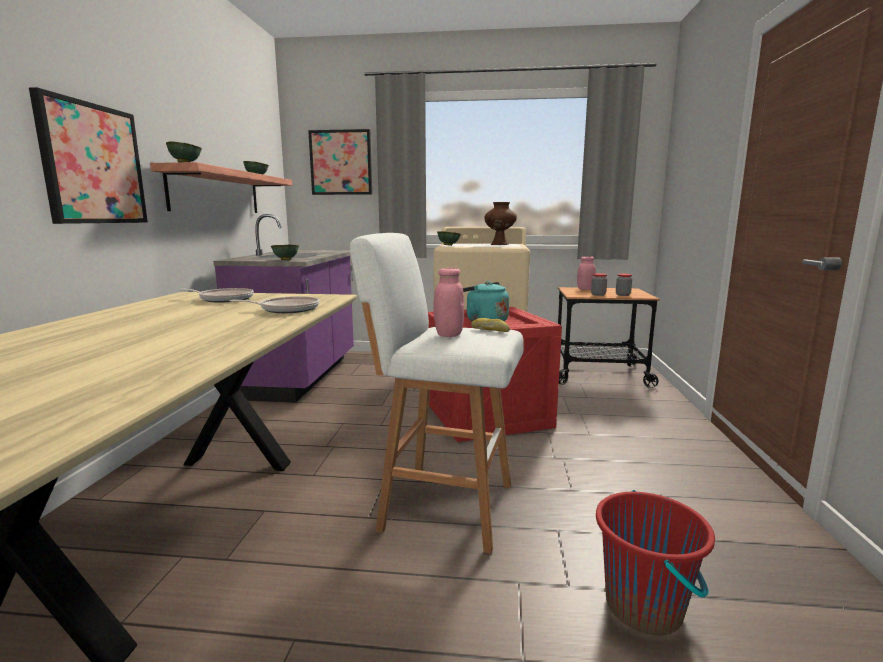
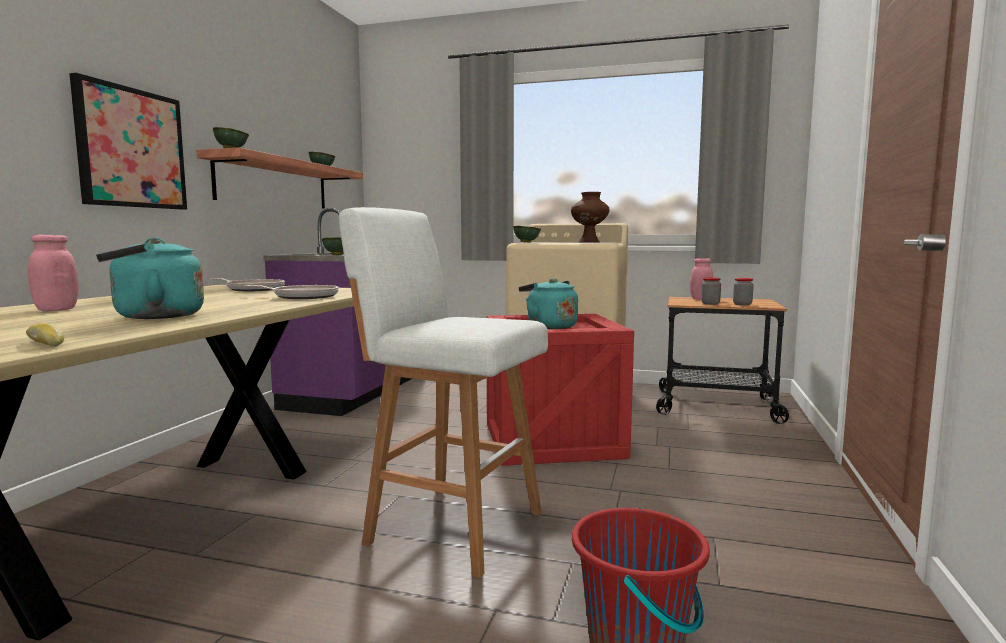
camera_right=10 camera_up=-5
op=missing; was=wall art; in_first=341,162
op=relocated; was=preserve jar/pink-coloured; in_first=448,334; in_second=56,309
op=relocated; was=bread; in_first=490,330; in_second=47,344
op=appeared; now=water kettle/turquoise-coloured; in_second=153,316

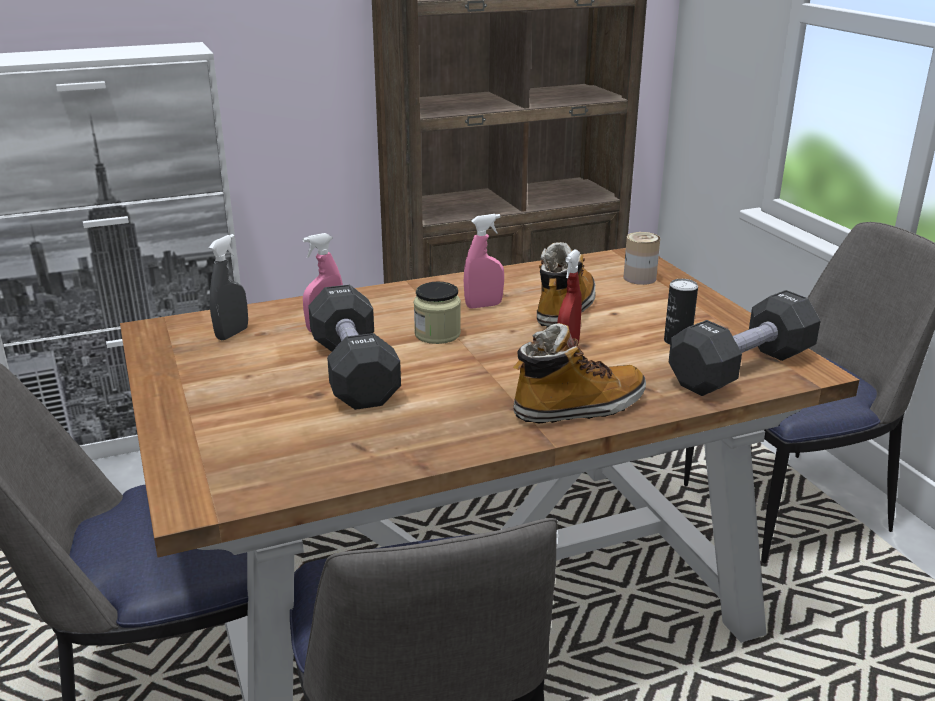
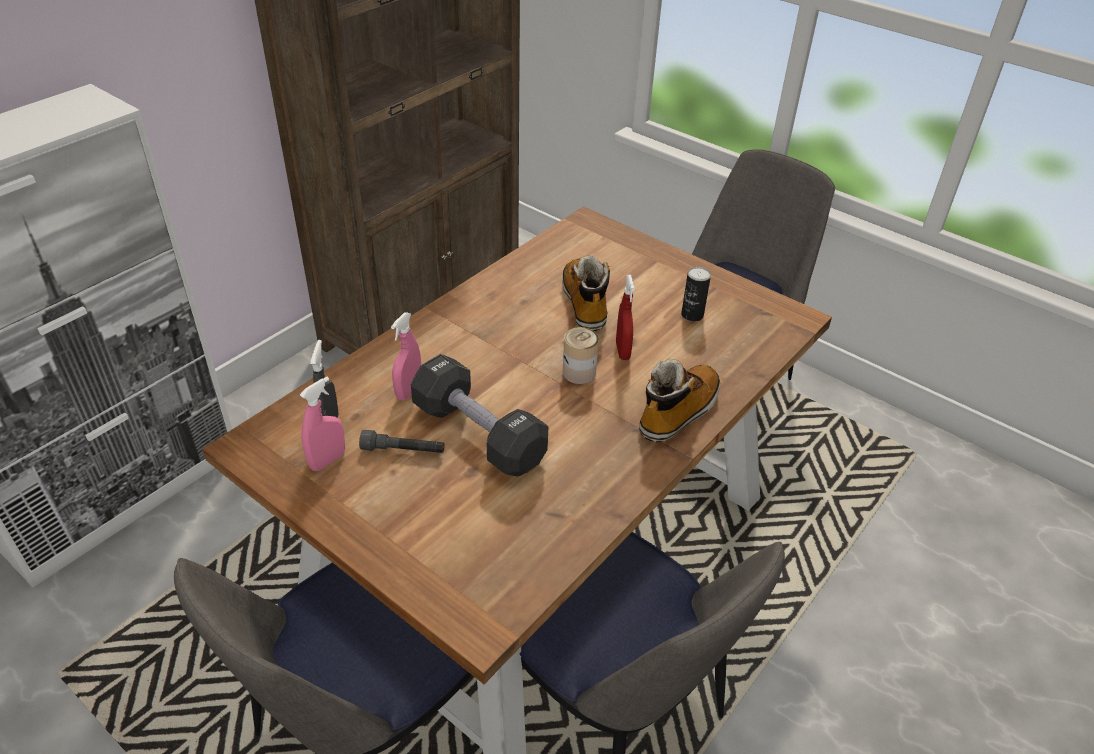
camera_right=-30 camera_up=15
op=relocated; was=spray bottle/pink-coloured; in_first=483,305; in_second=327,460
op=relocated; was=can; in_first=639,278; in_second=579,372
op=missing; was=preserve jar; in_first=437,334
op=missing; was=free weight/black-coloured; in_first=741,369
op=appeared; now=torch/greyish; in_second=403,450

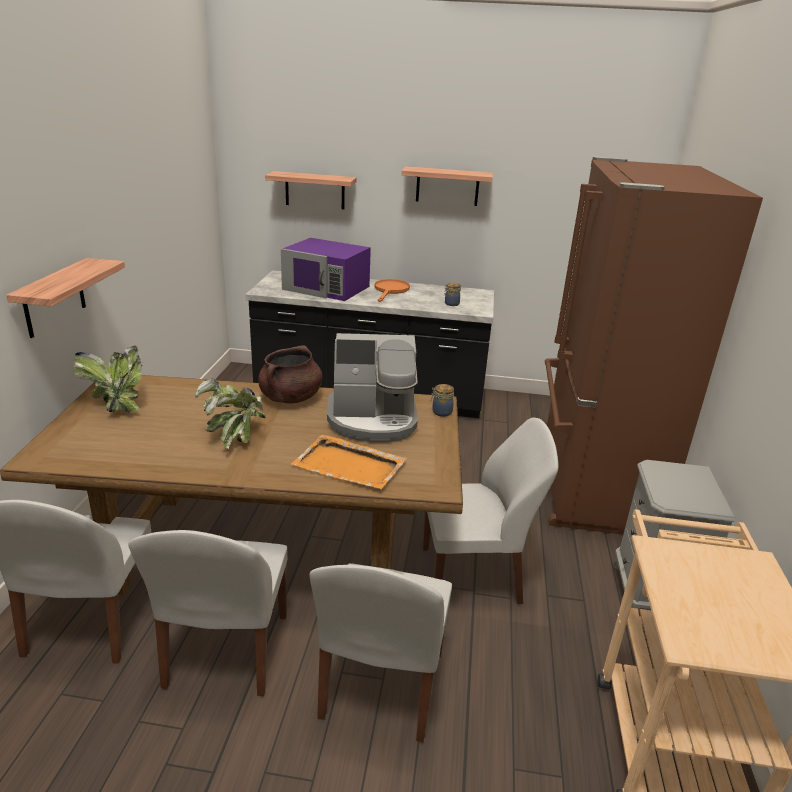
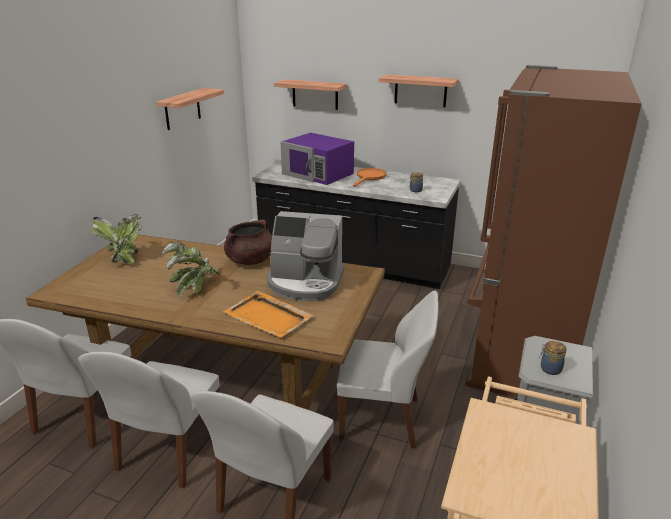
camera_right=15 camera_up=0
op=relocated; was=bracket shelf; in_first=54,298; in_second=182,109
op=relocated; was=preserve jar; in_first=441,412; in_second=549,369

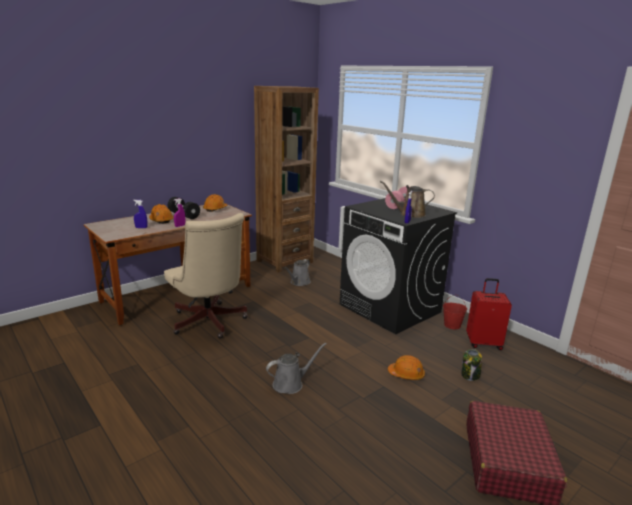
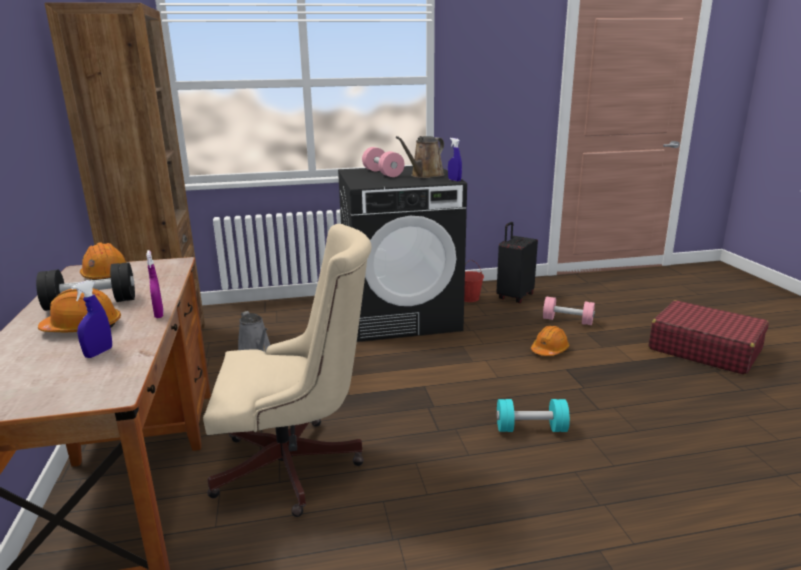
camera_right=-60 camera_up=0
op=colour; was=piece of luggage/red; now=piece of luggage/black-coloured; in_first=483,343; in_second=514,296
op=exchanged; was=watering can/greyish; now=free weight/turquoise-coloured; in_first=291,384; in_second=531,429
op=exchanged; was=preserve jar; now=free weight/pink-coloured; in_first=470,375; in_second=567,321

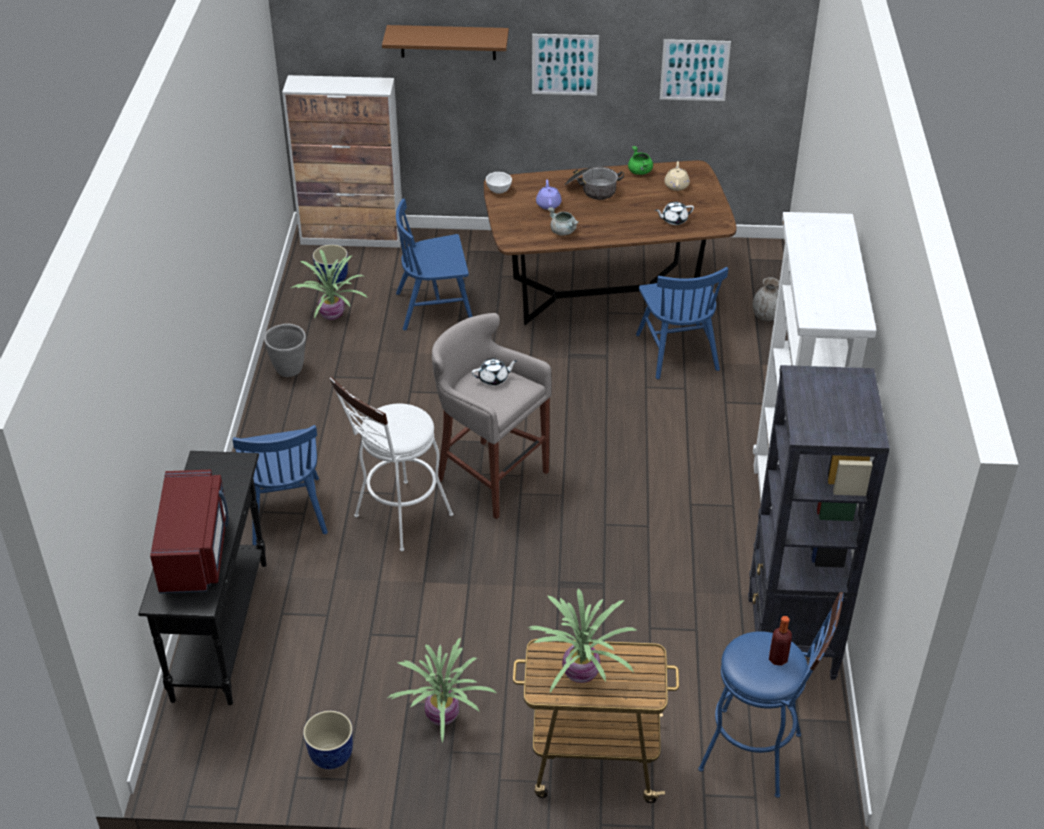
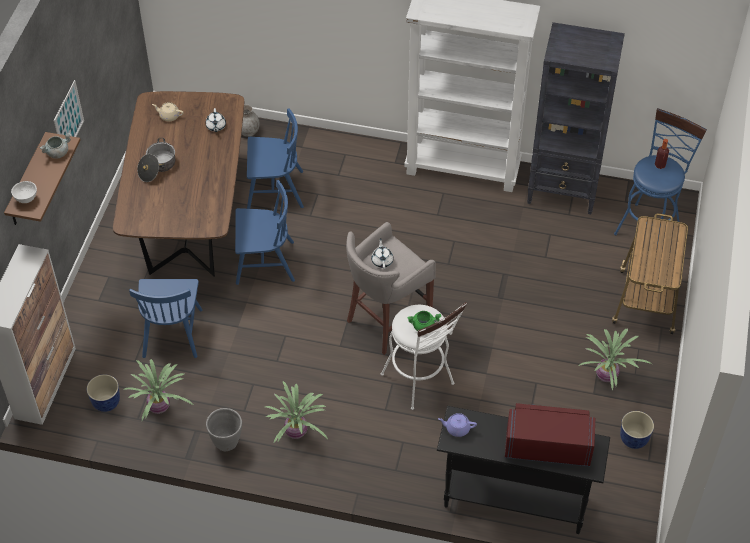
camera_right=-80 camera_up=10
op=missing; was=wall art; in_first=694,70
op=relocated; was=stockpot/green-coloured; in_first=640,172; in_second=423,326
op=relocated; was=bowl/white-coloured; in_first=498,190; in_second=26,199
op=relocated; was=pot for tea/purple; in_first=548,204; in_second=457,428
op=relocated; was=stockpot/greyish; in_first=563,232; in_second=57,152
op=relocated; was=plain chair/bluish; in_first=285,510; in_second=264,262
op=relocated; was=potted plant; in_first=579,674; in_second=296,433

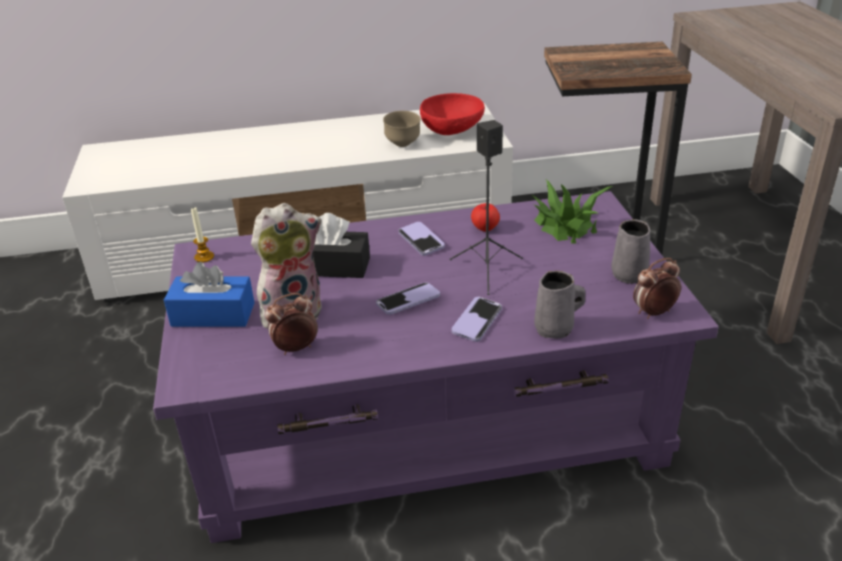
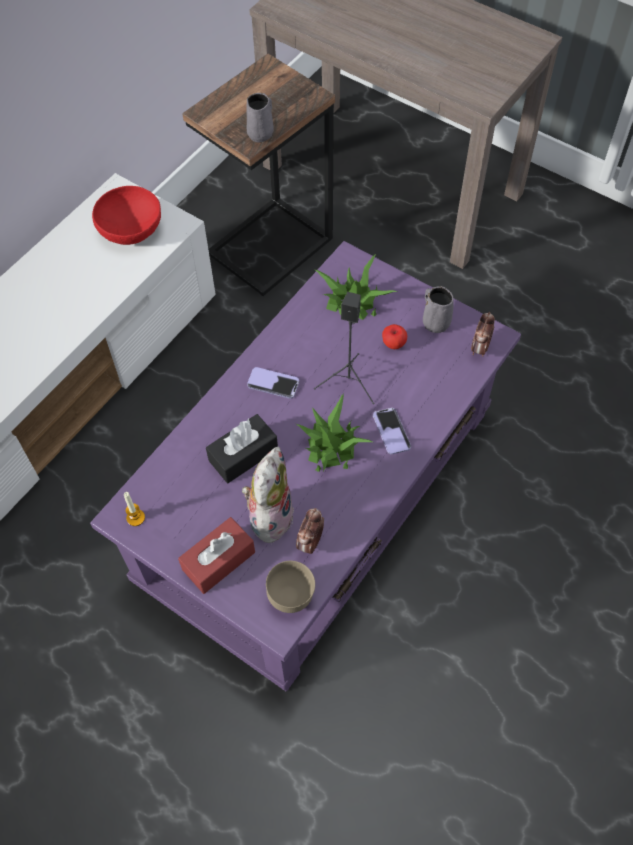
camera_right=-45 camera_up=25
op=relocated; was=bowl/brownish; in_first=403,145; in_second=291,597
op=relocated; was=whole apple; in_first=485,228; in_second=393,343
op=colour; was=box of tissues/bluish; now=box of tissues/red; in_first=213,314; in_second=218,561
op=relocated; was=mug/greyish; in_first=556,329; in_second=261,133
op=exchanged; was=phone; now=potted plant; in_first=408,300; in_second=330,447

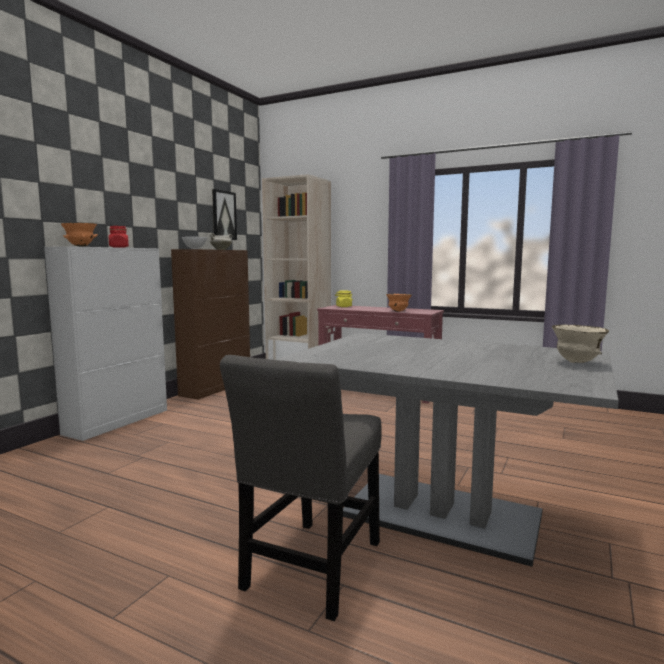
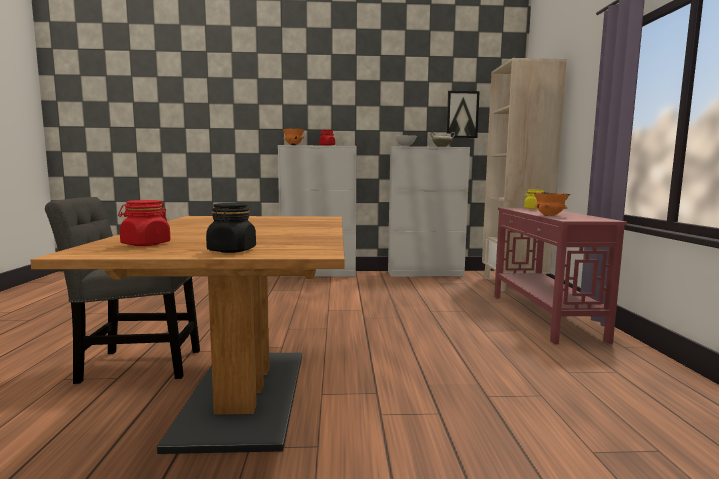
camera_right=60 camera_up=0
op=colour; was=cupboard/brownish; now=cupboard/white-coloured; in_first=217,387; in_second=425,273
op=exchanged; was=bowl/beige; now=preserve jar/black-coloured; in_first=576,362; in_second=232,250
op=colour; was=kitchen table/greyish; now=kitchen table/brownish; in_first=441,515; in_second=244,395
op=appeared; now=preserve jar/red; in_second=145,244

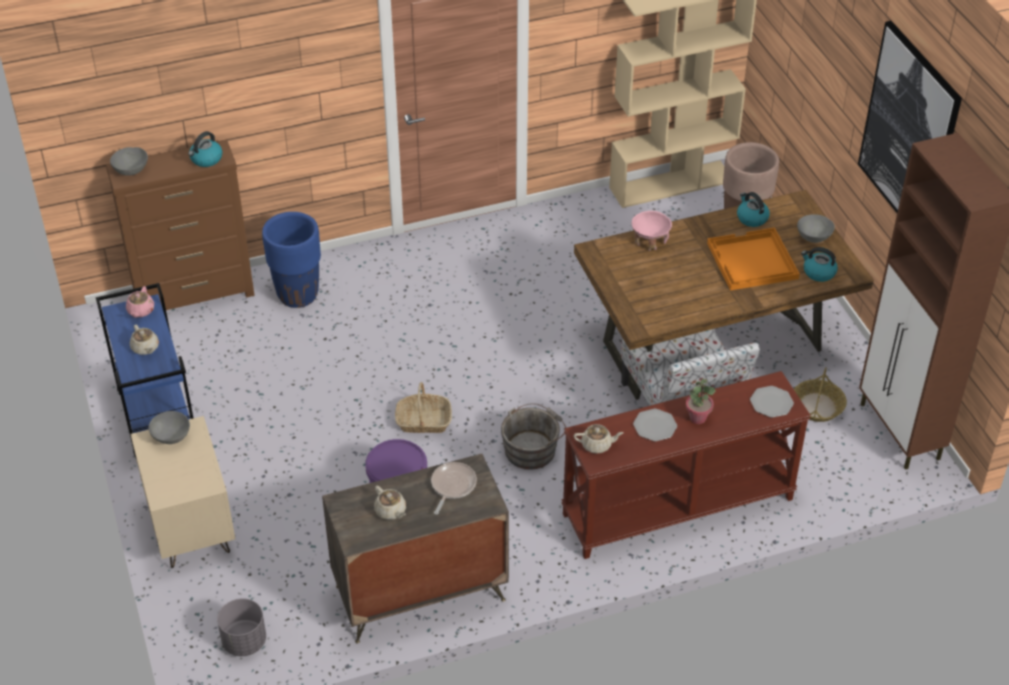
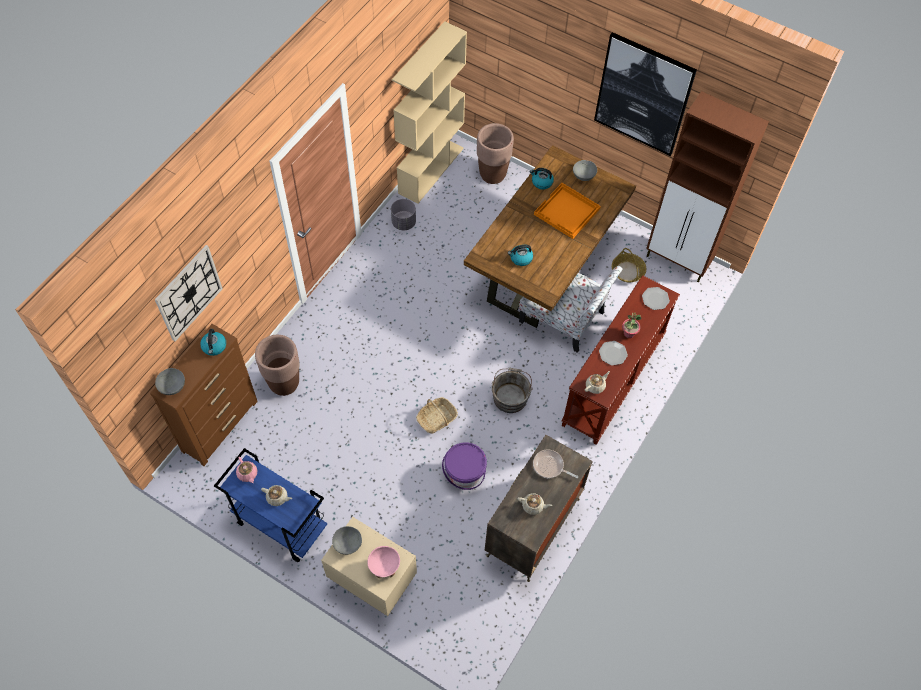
camera_right=-40 camera_up=15
op=relocated; was=bowl/pink-coloured; in_first=650,240; in_second=384,567
op=colour; was=plant pot/bluish; now=plant pot/brownish; in_first=298,295; in_second=284,383
op=relocated; was=water kettle; in_first=818,272; in_second=520,258
op=spun; was=frying pan; in_first=452,486; in_second=550,466; clockwise=-45
op=relocated; was=plant pot/greyish; in_first=244,641; in_second=403,222
op=appeared; now=wall clock; in_second=188,293

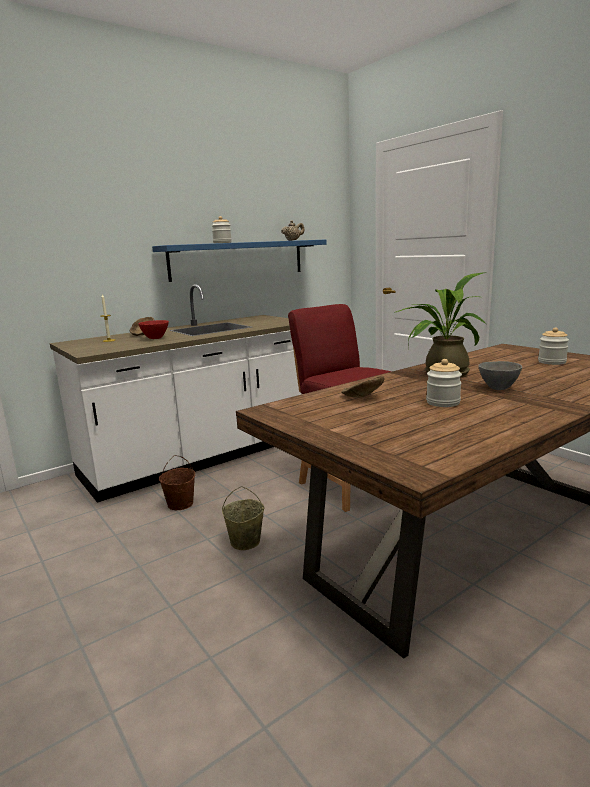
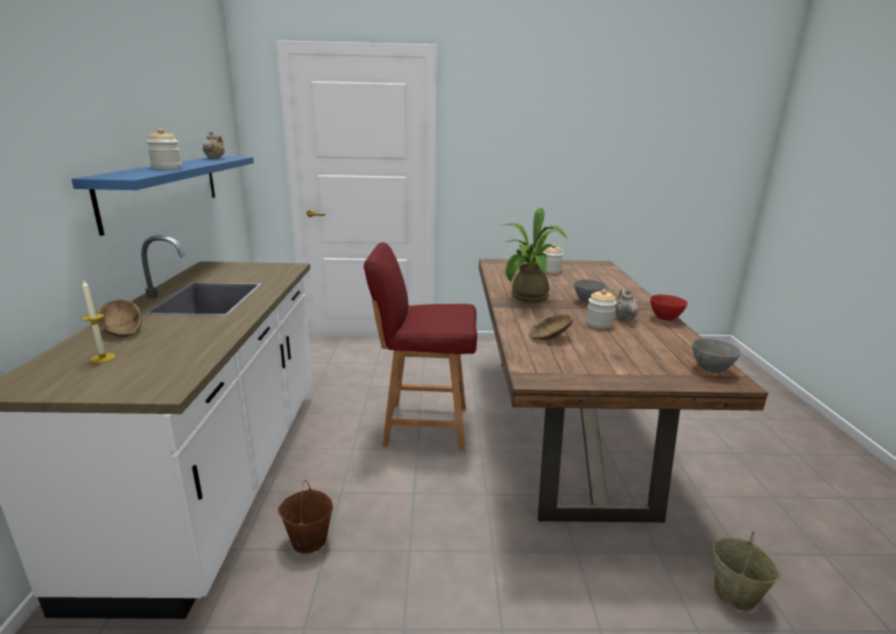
camera_right=-55 camera_up=5
op=relocated; was=bowl/red; in_first=155,338; in_second=665,318
op=relocated; was=bucket/beige; in_first=245,542; in_second=735,595
op=appeared; now=pot for tea/beige; in_second=624,318
op=appeared; now=bowl/greyish; in_second=711,370

